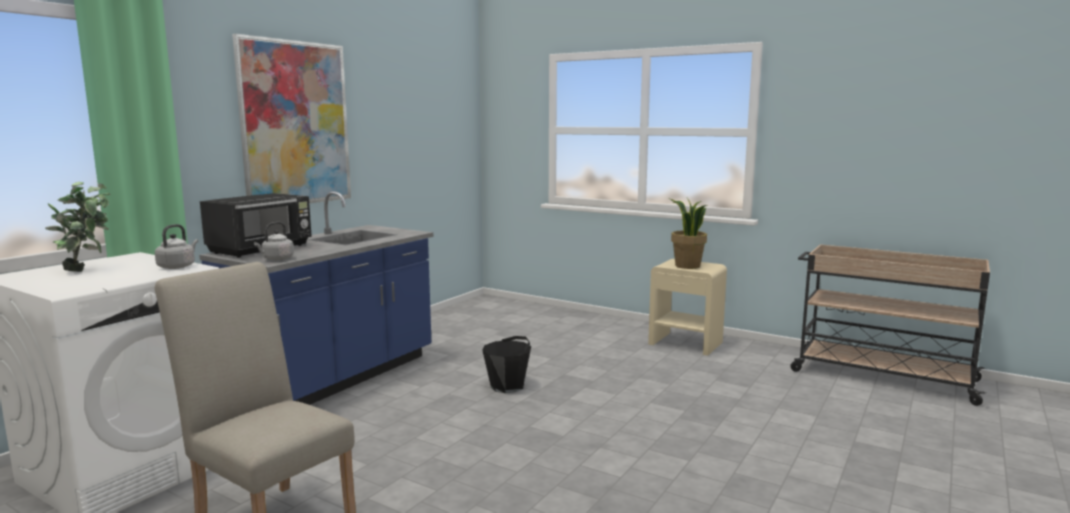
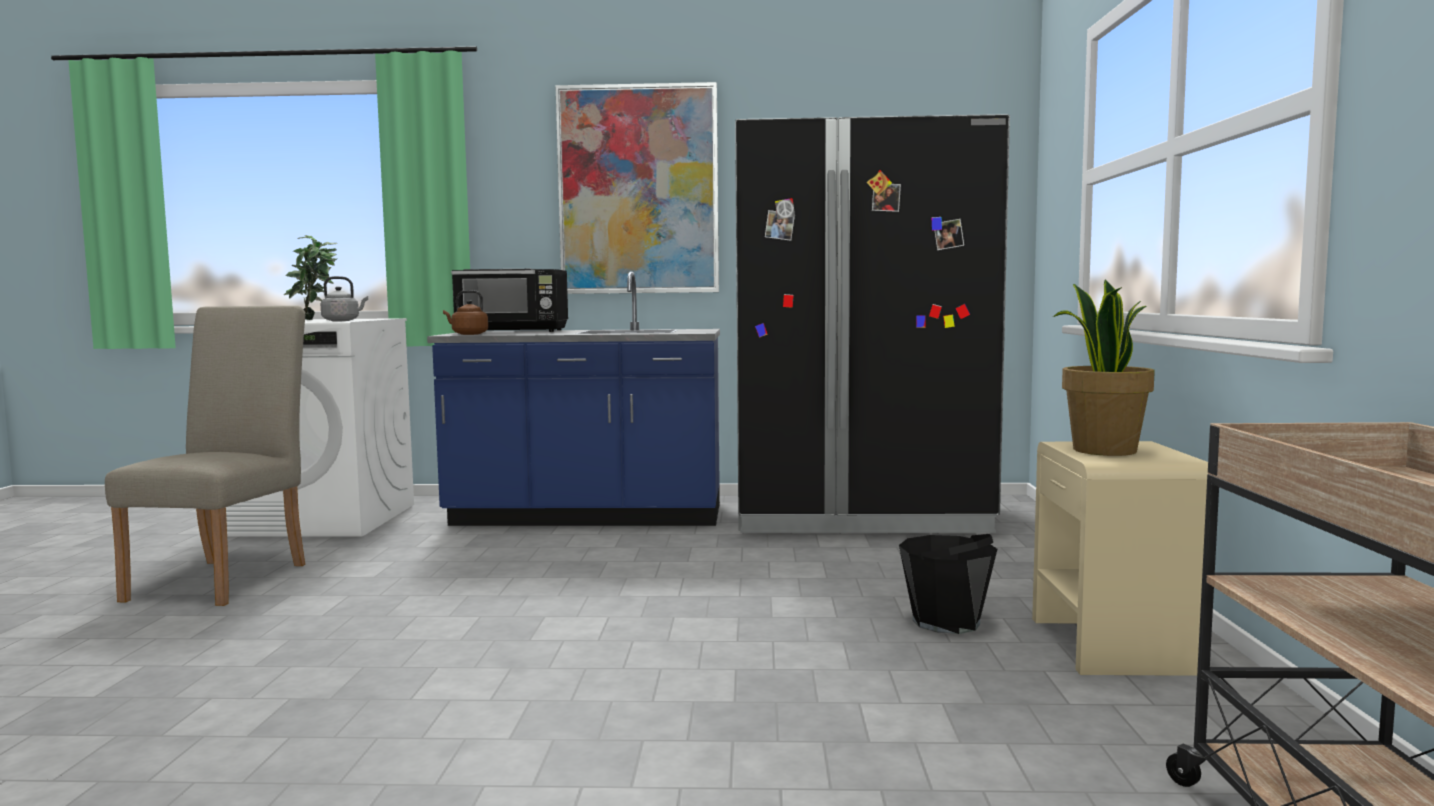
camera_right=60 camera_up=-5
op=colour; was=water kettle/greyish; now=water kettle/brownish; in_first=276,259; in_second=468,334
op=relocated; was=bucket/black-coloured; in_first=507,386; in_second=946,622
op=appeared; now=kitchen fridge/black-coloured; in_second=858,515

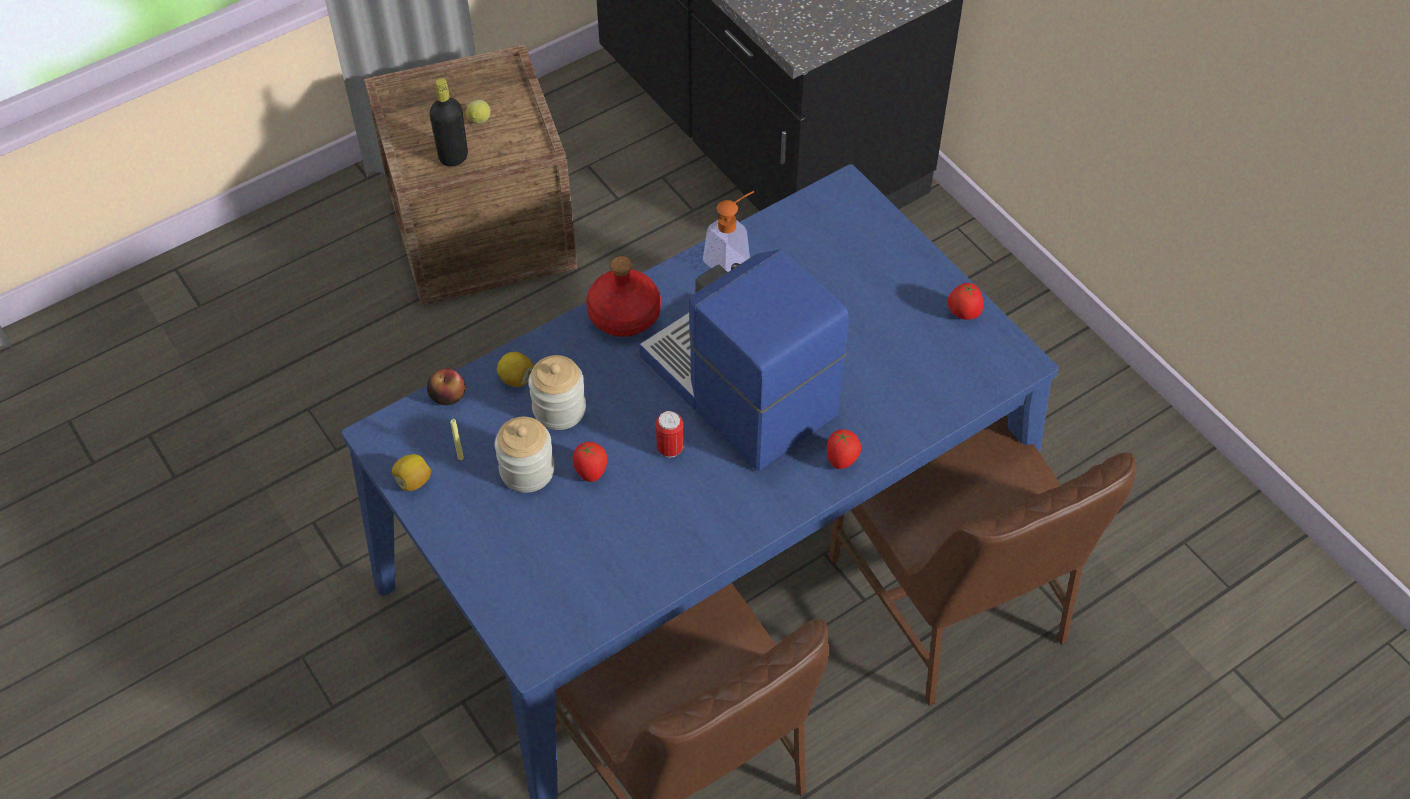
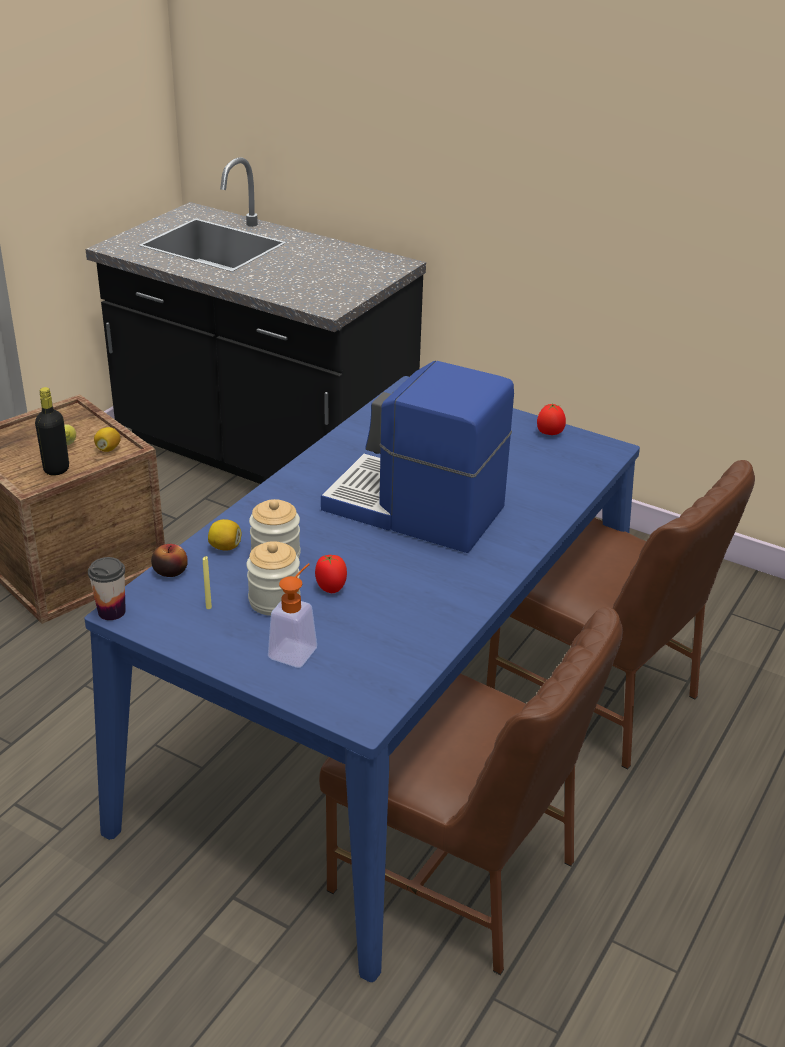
camera_right=-25 camera_up=-20
op=relocated; was=liquid soap bottle; in_first=732,258; in_second=296,648
op=missing; was=beverage bottle/red; in_first=623,315
op=missing; was=can; in_first=670,448
op=missing; was=tomato; in_first=842,460
op=relocated; was=lemon; in_first=413,481; in_second=108,449
op=appeared; now=drinking cup; in_second=111,611

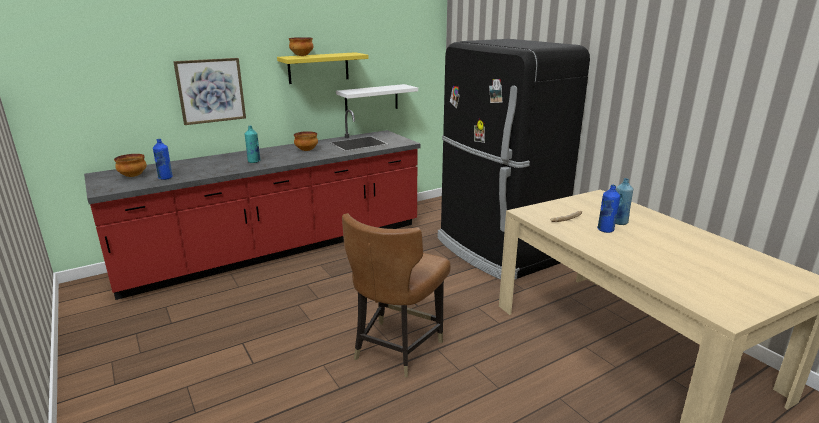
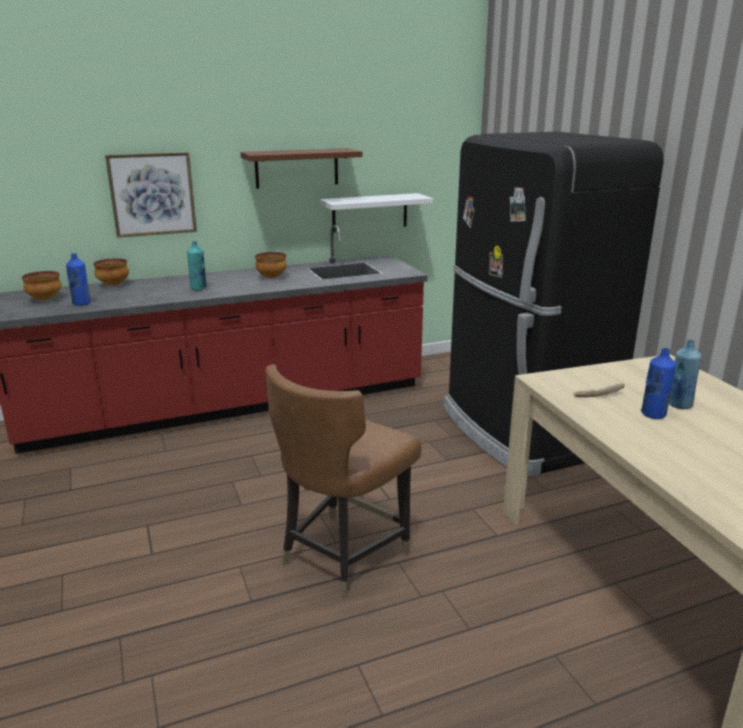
camera_right=10 camera_up=0
op=relocated; was=bowl; in_first=302,56; in_second=114,285
op=colour; was=bracket shelf/yellow-coloured; now=bracket shelf/brownish; in_first=318,68; in_second=297,168

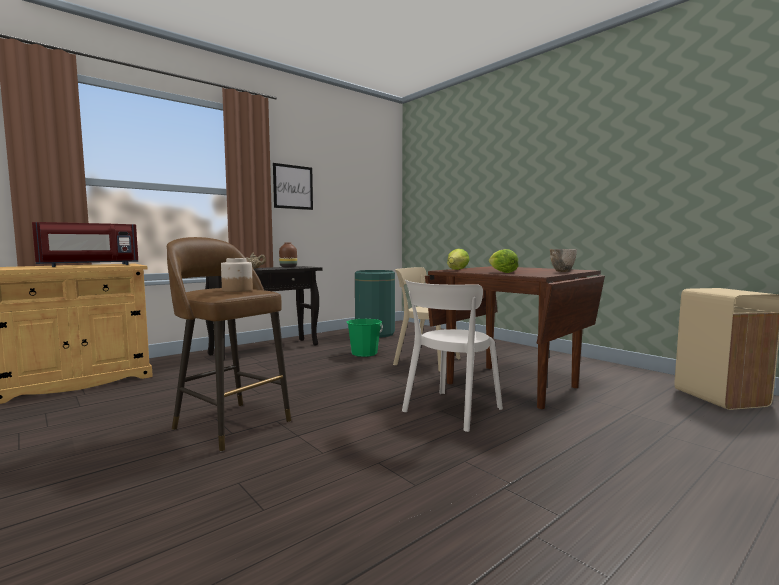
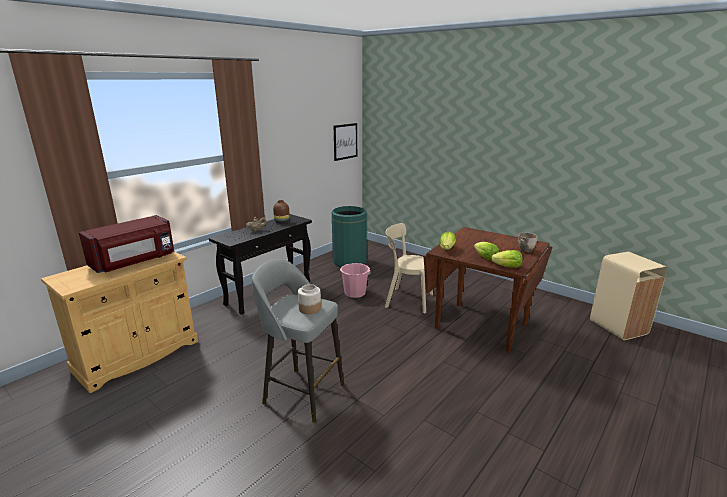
camera_right=-10 camera_up=15
op=relocated; was=wall art; in_first=293,187; in_second=345,141
op=colour; was=sitting stool/brownish; now=sitting stool/greyish; in_first=230,424; in_second=302,393
op=missing; was=plain chair/white-coloured; in_first=450,411
op=colour; was=bucket/green-coloured; now=bucket/pink-coloured; in_first=364,353; in_second=355,293
op=appeared; now=lettuce head; in_second=507,267

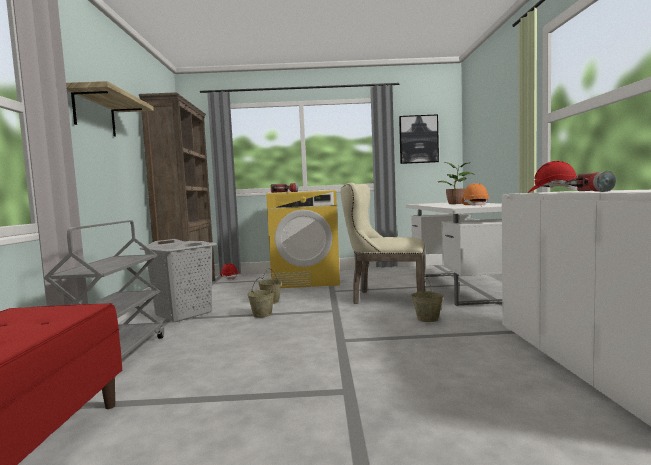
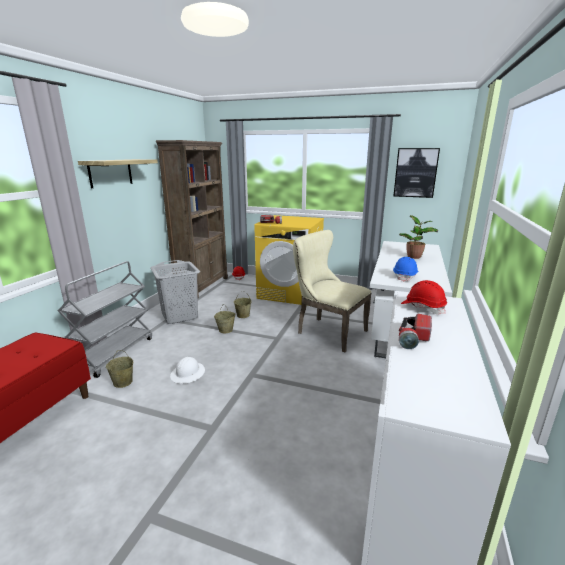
camera_right=20 camera_up=15
op=colour; was=safety helmet/orange-coloured; now=safety helmet/bluish; in_first=475,205; in_second=405,276
op=relocated; was=bucket/beige; in_first=428,319; in_second=123,382
op=appeared; now=safety helmet/white-coloured; in_second=188,374

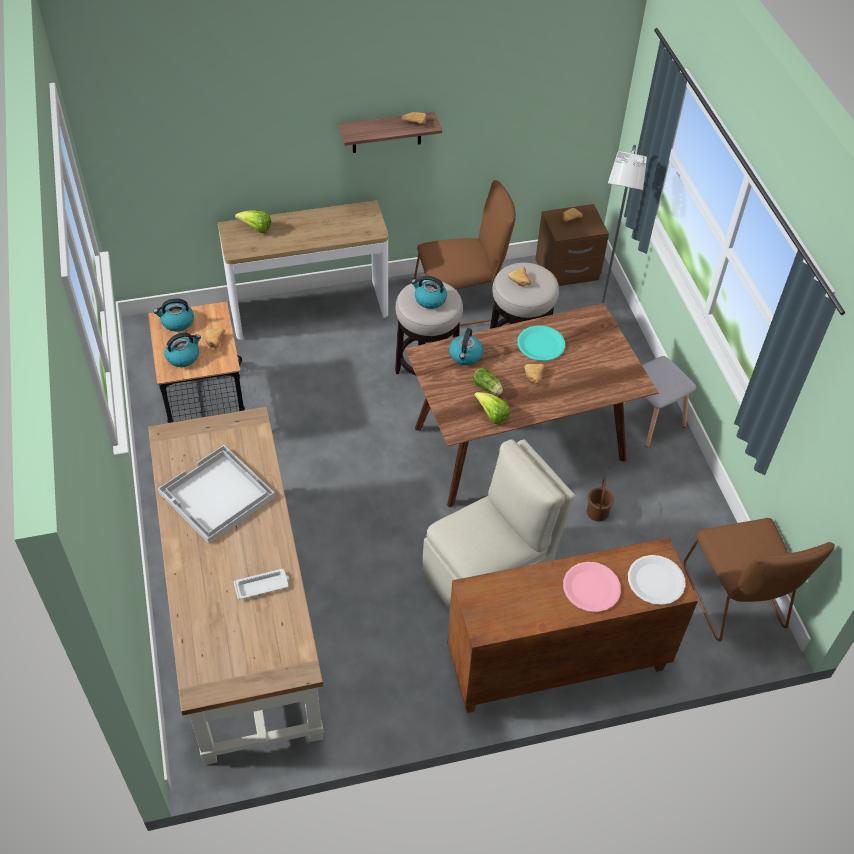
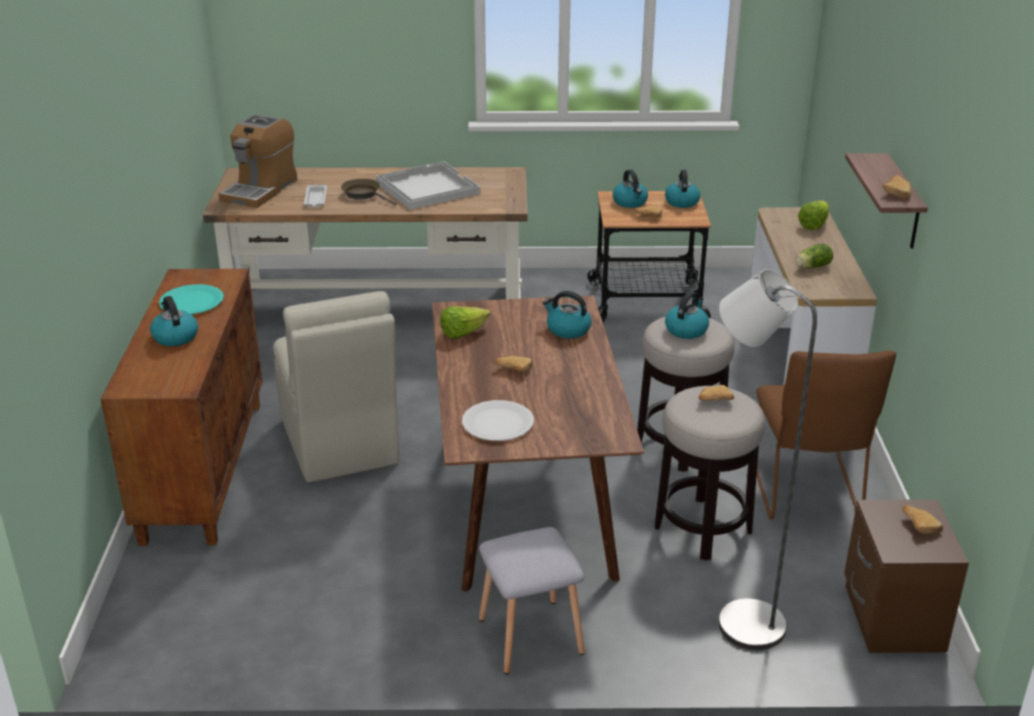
camera_right=105 camera_up=-20
op=relocated; was=flat dish/turquoise-coloured; in_first=541,344; in_second=191,302
op=relocated; was=lettuce head; in_first=488,388; in_second=811,267
op=missing; was=bucket/brownish; in_first=598,512
op=missing; was=plain chair/brownish; in_first=735,602
op=relocated; was=flat dish/white-coloured; in_first=656,581; in_second=497,423
op=exchanged; was=flat dish/pink-coloured; now=water kettle; in_first=591,588; in_second=175,337
op=appeared; now=coffee maker; in_second=260,190
op=appeared; now=frying pan/brownish; in_second=364,194

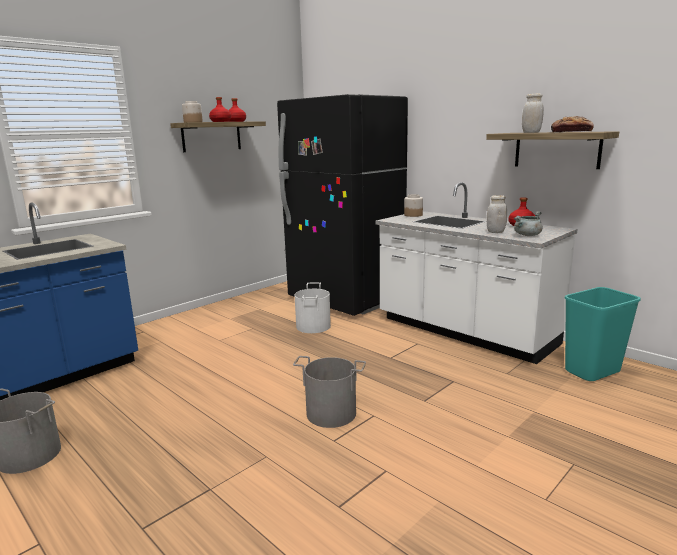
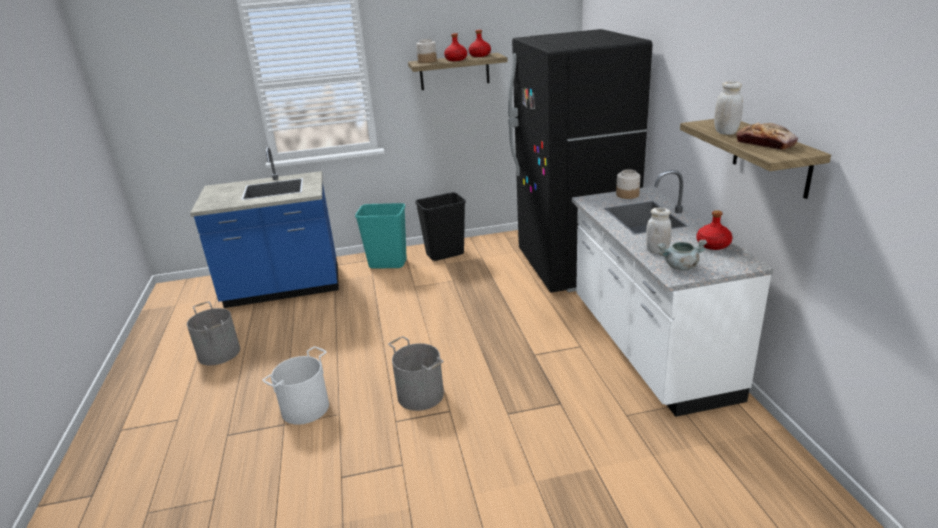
camera_right=35 camera_up=10
op=relocated; was=bucket/white-coloured; in_first=314,326; in_second=306,408
op=relocated; was=waste bin/turquoise-coloured; in_first=591,371; in_second=388,264
op=appeared; now=waste bin/black-coloured; in_second=445,254

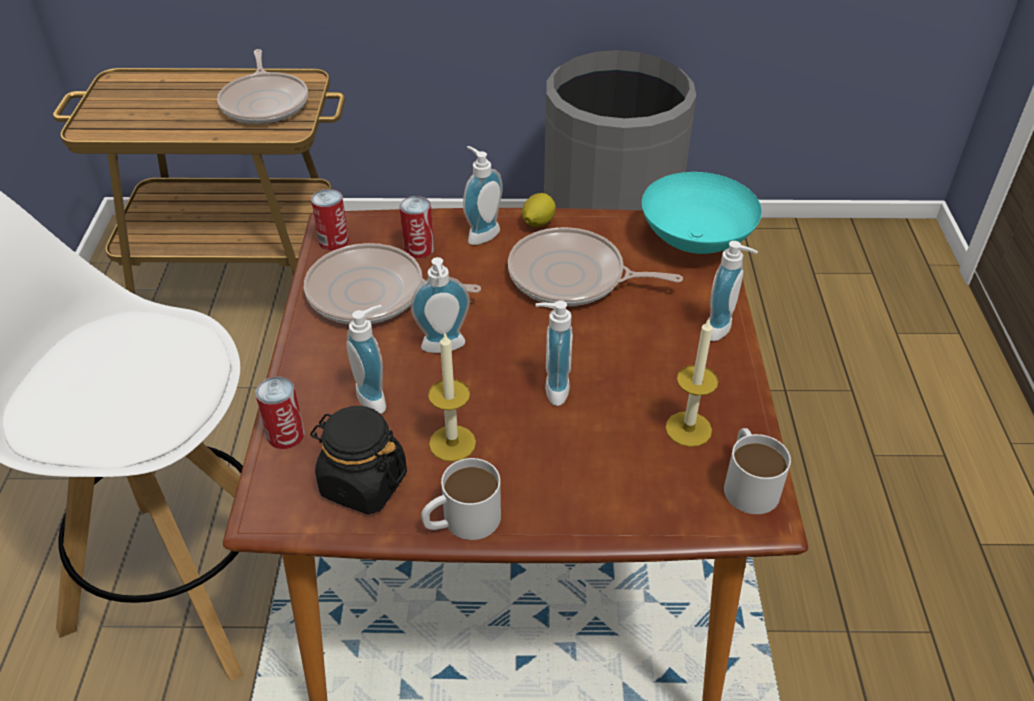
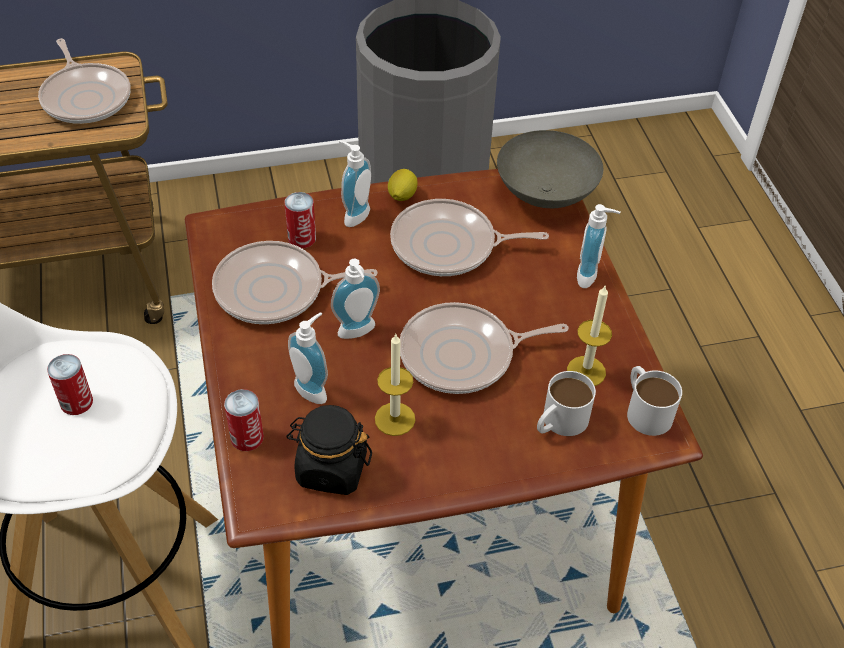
camera_right=-15 camera_up=5
op=colour; was=bowl/turquoise-coloured; now=bowl/greyish; in_first=694,241; in_second=544,194
op=relocated; was=can; in_first=333,241; in_second=76,402
op=exchanged; was=liquid soap bottle; now=frying pan; in_first=551,389; in_second=463,355
op=relocated; was=mug/white-coloured; in_first=461,521; in_second=559,422

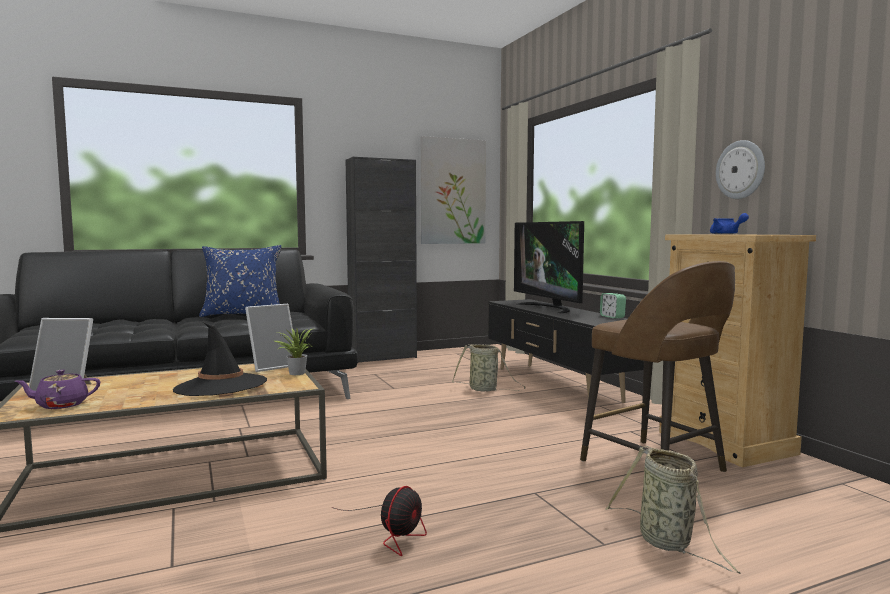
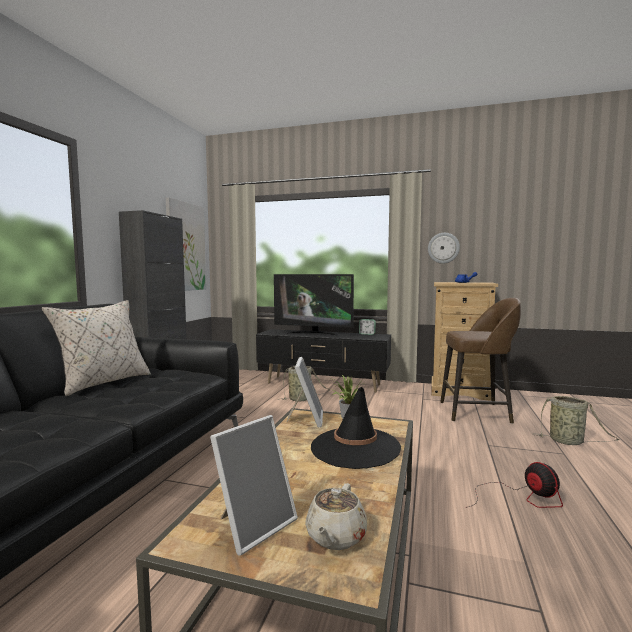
camera_right=-50 camera_up=0
op=colour; was=pillow/bluish; now=pillow/beige; in_first=243,315; in_second=103,383
op=colour; was=pot for tea/purple; now=pot for tea/beige; in_first=61,405; in_second=335,537

